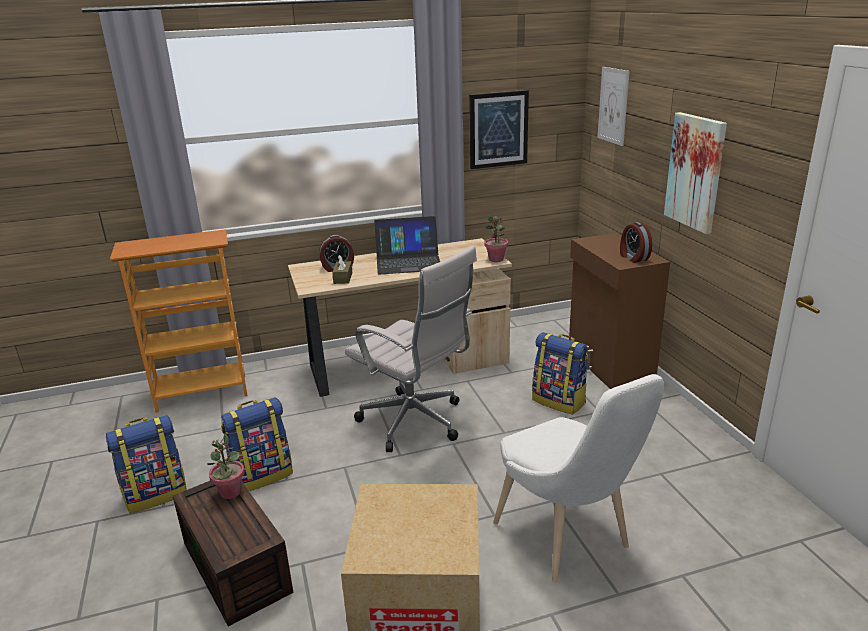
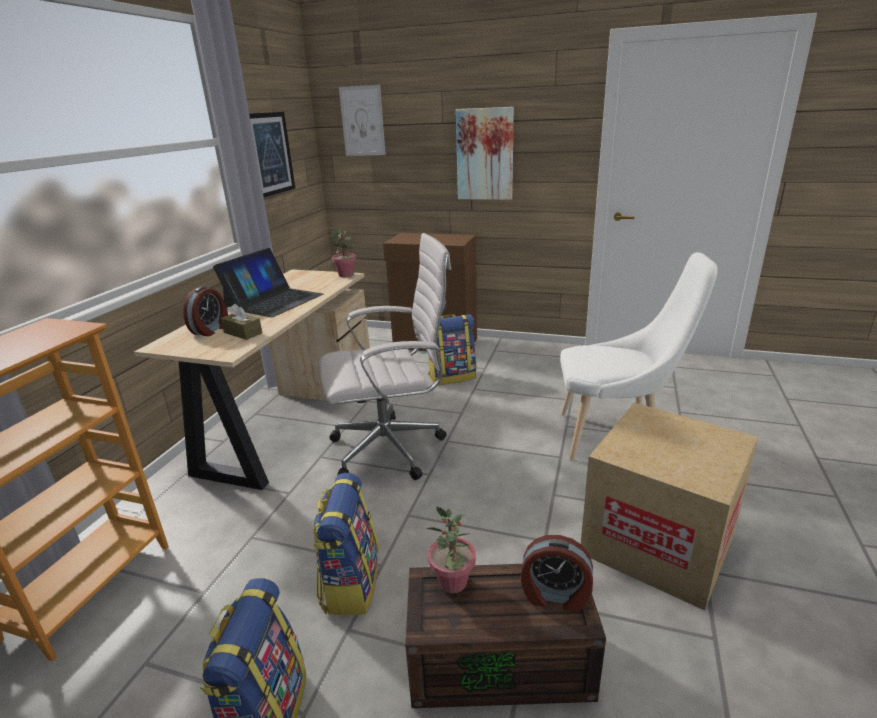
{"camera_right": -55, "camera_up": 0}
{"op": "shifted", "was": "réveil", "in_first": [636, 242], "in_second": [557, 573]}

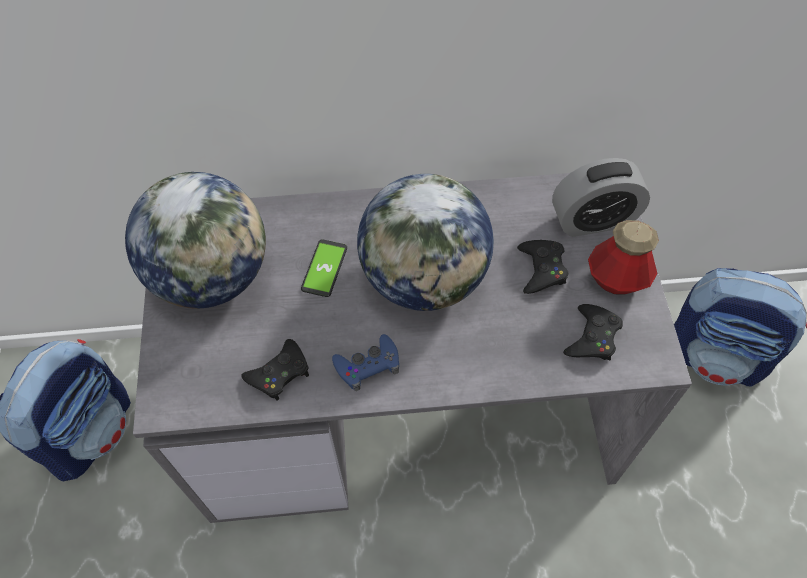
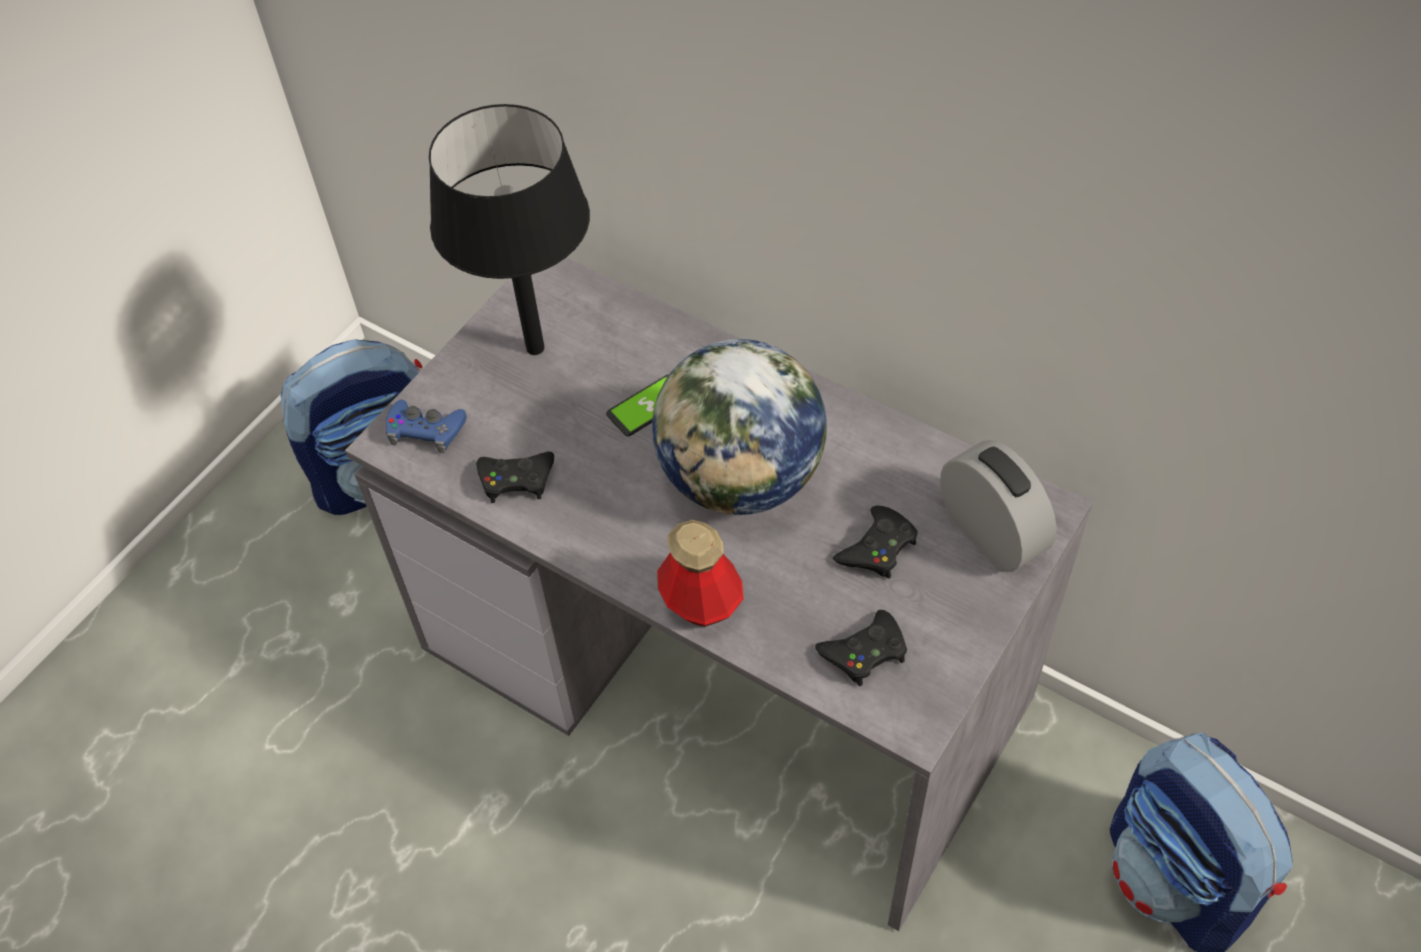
{"camera_right": 40, "camera_up": -5}
{"op": "swapped", "was": "globe", "now": "lampe de table [noir]", "in_first": [195, 240], "in_second": [509, 229]}
{"op": "shifted", "was": "manette [bleu]", "in_first": [365, 362], "in_second": [426, 426]}
{"op": "rotated", "was": "réveil", "in_first": [601, 197], "in_second": [998, 506], "clockwise": -150}
{"op": "shifted", "was": "bouteille", "in_first": [623, 257], "in_second": [700, 573]}

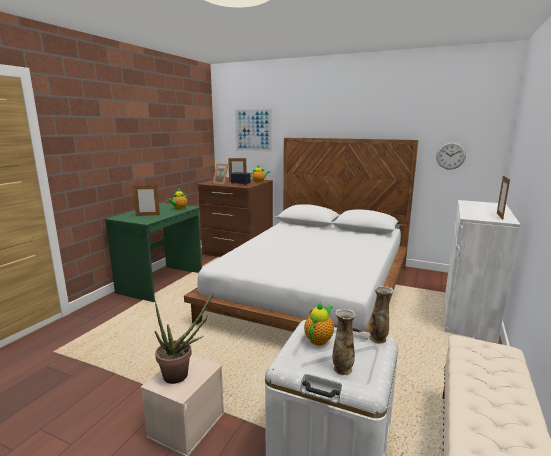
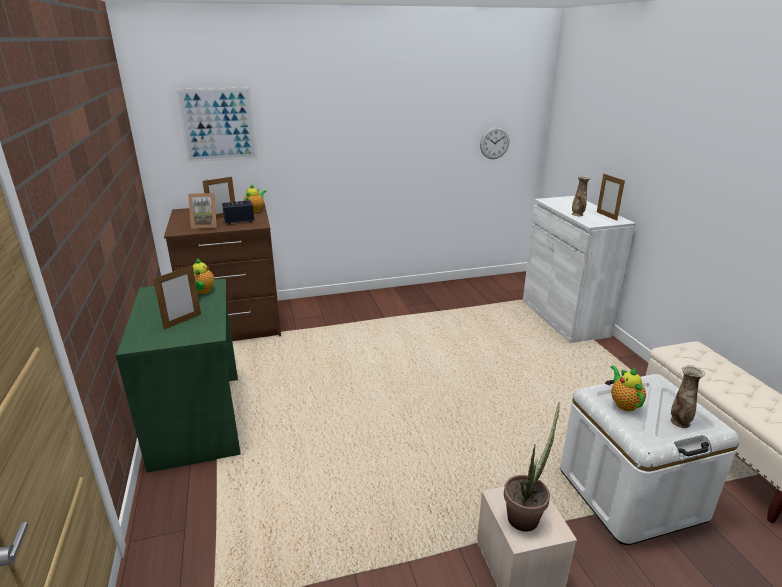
{"camera_right": -40, "camera_up": 10}
{"op": "gone", "was": "lit [blanc]", "in_first": [301, 235]}
{"op": "shifted", "was": "vase", "in_first": [381, 314], "in_second": [581, 196]}

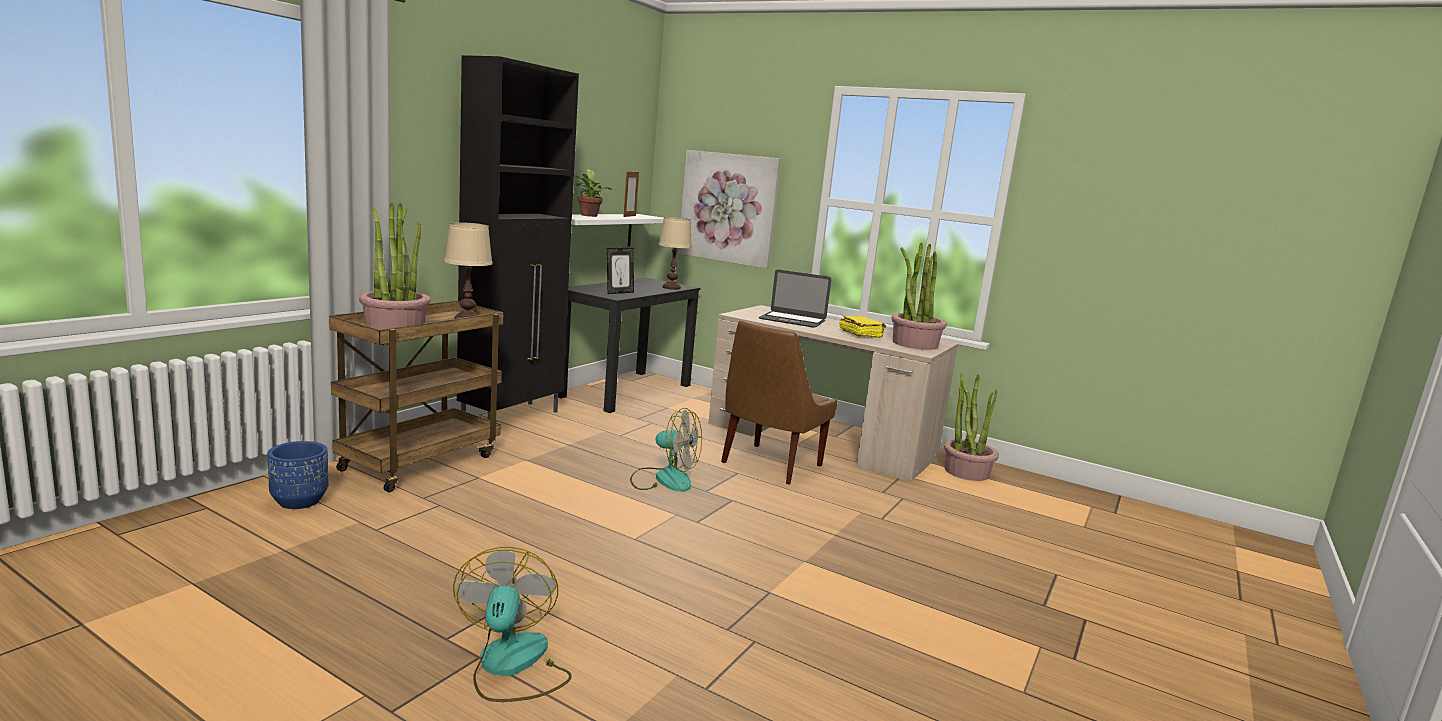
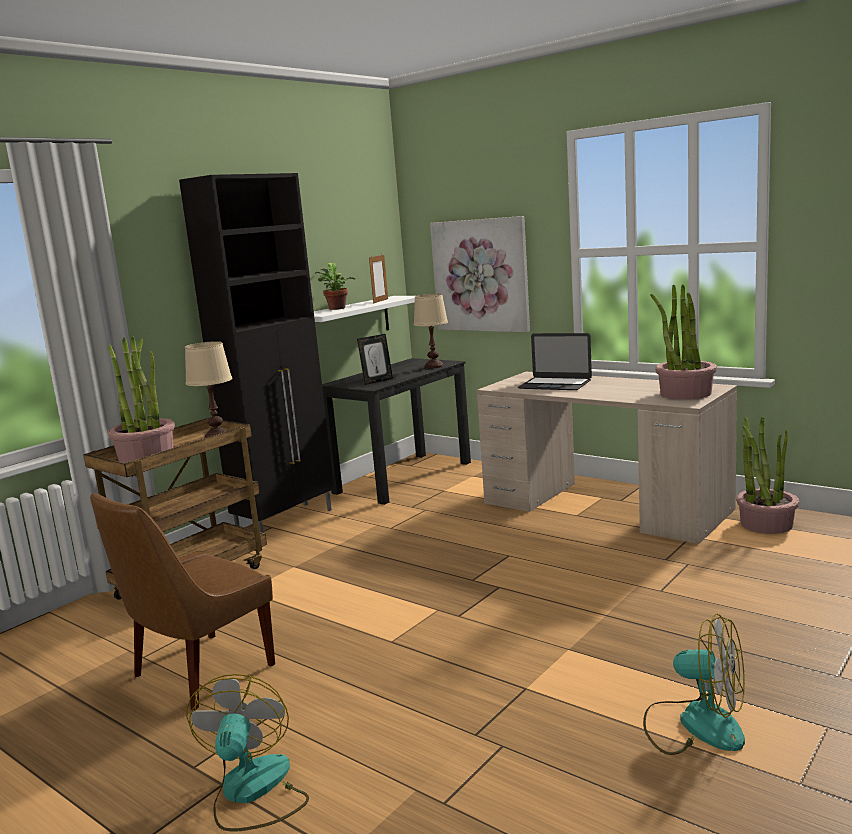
{"camera_right": 10, "camera_up": 0}
{"op": "gone", "was": "cache-pot [bleu]", "in_first": [298, 475]}
{"op": "shifted", "was": "ventilateur", "in_first": [666, 450], "in_second": [694, 684]}
{"op": "shifted", "was": "chaise [marron]", "in_first": [779, 402], "in_second": [182, 601]}
{"op": "gone", "was": "livre [jaune]", "in_first": [863, 326]}

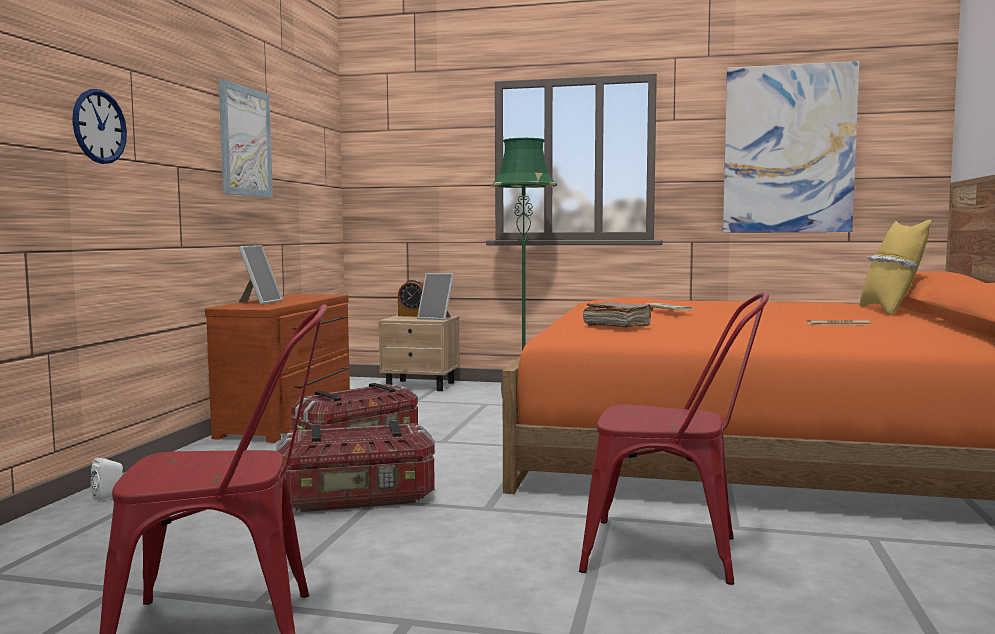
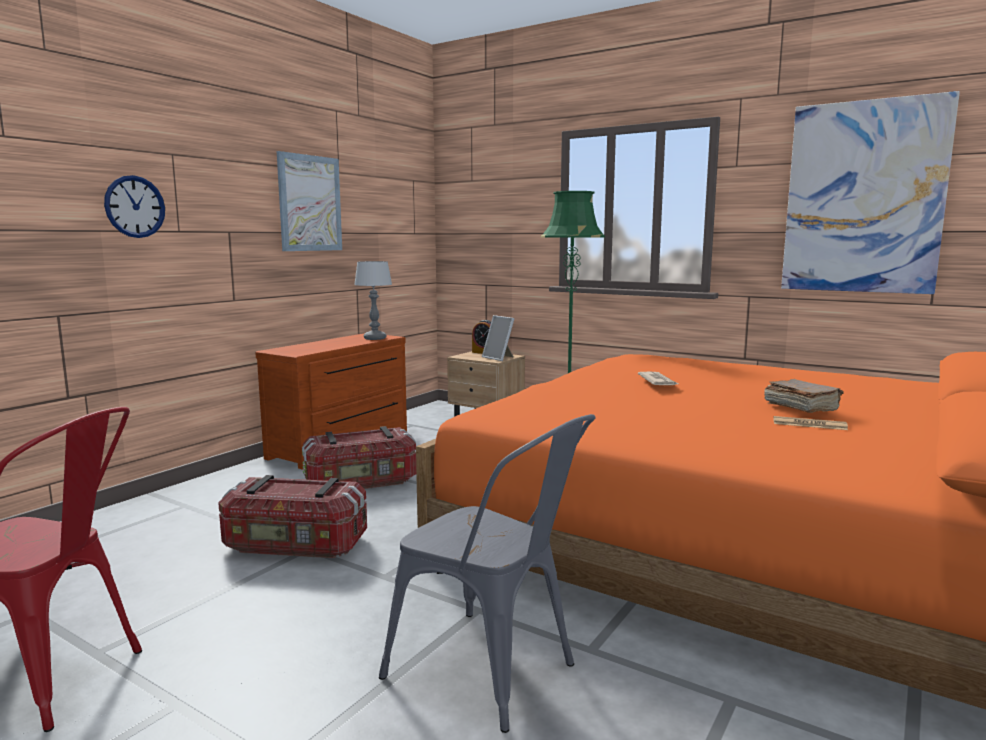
{"camera_right": 20, "camera_up": 5}
{"op": "gone", "was": "enceinte [blanc]", "in_first": [106, 479]}
{"op": "gone", "was": "cadre photo", "in_first": [260, 274]}
{"op": "repainted", "was": "chaise [rouge]", "now": "chaise [gris]", "in_first": [674, 438], "in_second": [487, 573]}
{"op": "shifted", "was": "livre [marron]", "in_first": [618, 315], "in_second": [804, 396]}
{"op": "gone", "was": "coussin [jaune]", "in_first": [896, 267]}
{"op": "new", "now": "lampe de table", "in_second": [373, 300]}

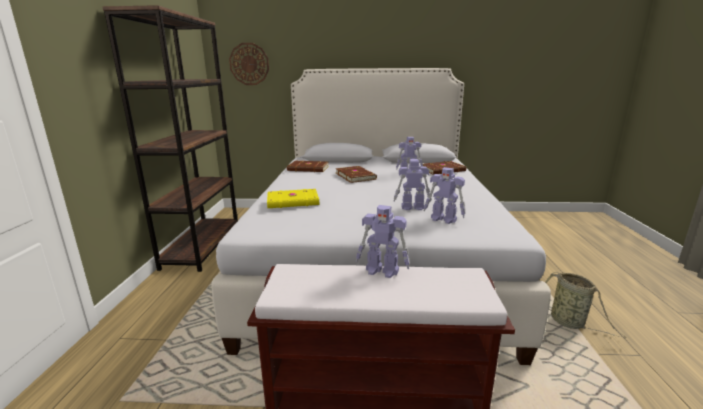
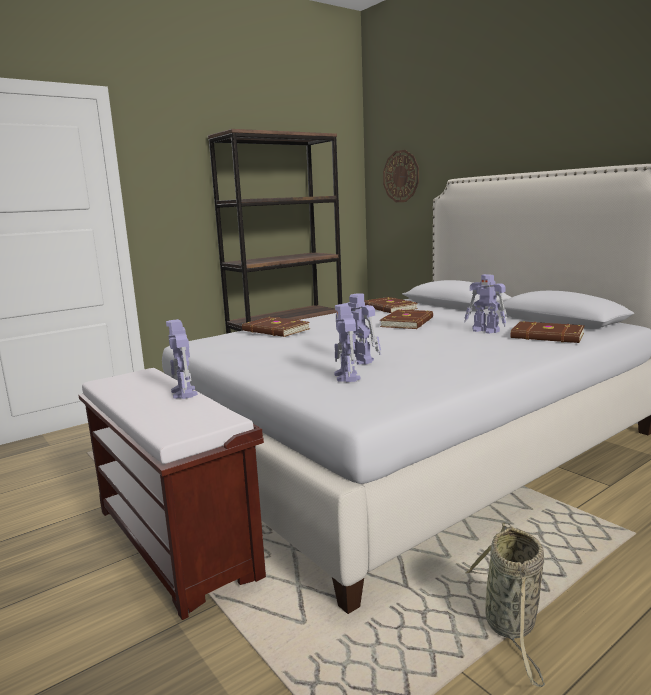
{"camera_right": 50, "camera_up": -5}
{"op": "repainted", "was": "livre [jaune]", "now": "livre [marron]", "in_first": [293, 198], "in_second": [276, 327]}

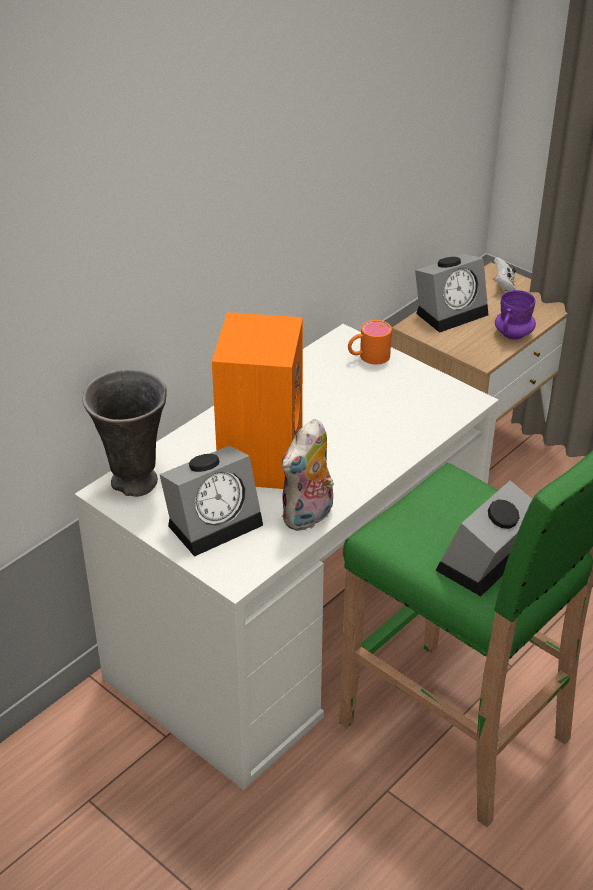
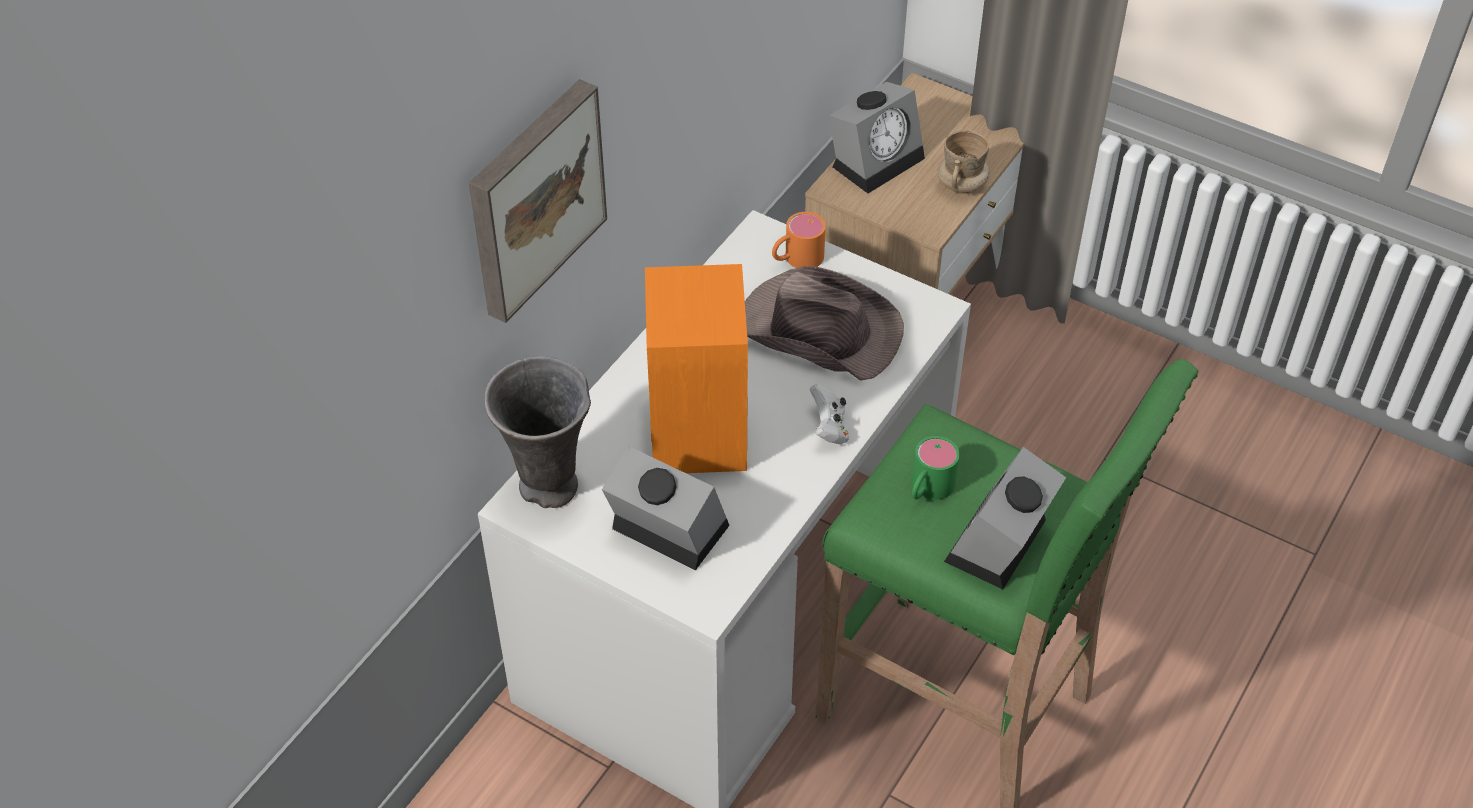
{"camera_right": -10, "camera_up": 10}
{"op": "rotated", "was": "réveil", "in_first": [211, 501], "in_second": [665, 508], "clockwise": -105}
{"op": "gone", "was": "peluche", "in_first": [308, 475]}
{"op": "shifted", "was": "manette [blanc]", "in_first": [505, 274], "in_second": [829, 414]}
{"op": "repainted", "was": "mug [violet]", "now": "mug [beige]", "in_first": [515, 315], "in_second": [963, 162]}
{"op": "new", "now": "tableau", "in_second": [538, 201]}
{"op": "new", "now": "chapeau [marron]", "in_second": [824, 323]}
{"op": "new", "now": "mug [vert]", "in_second": [936, 468]}

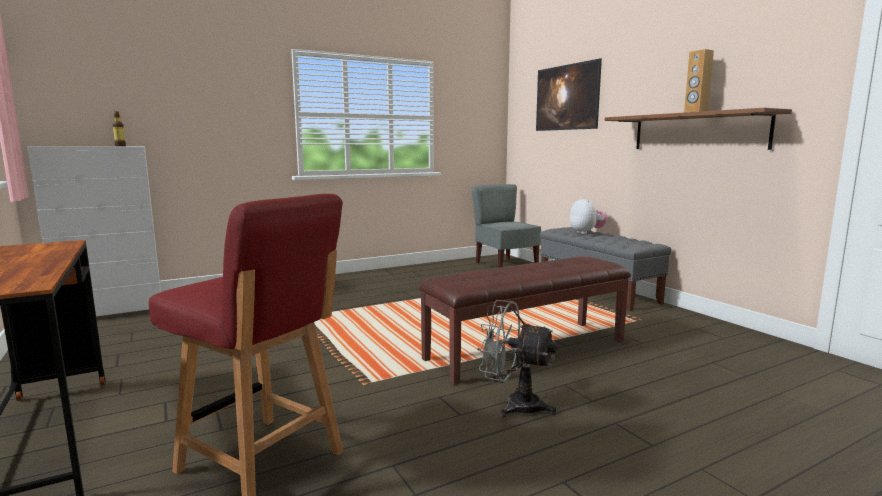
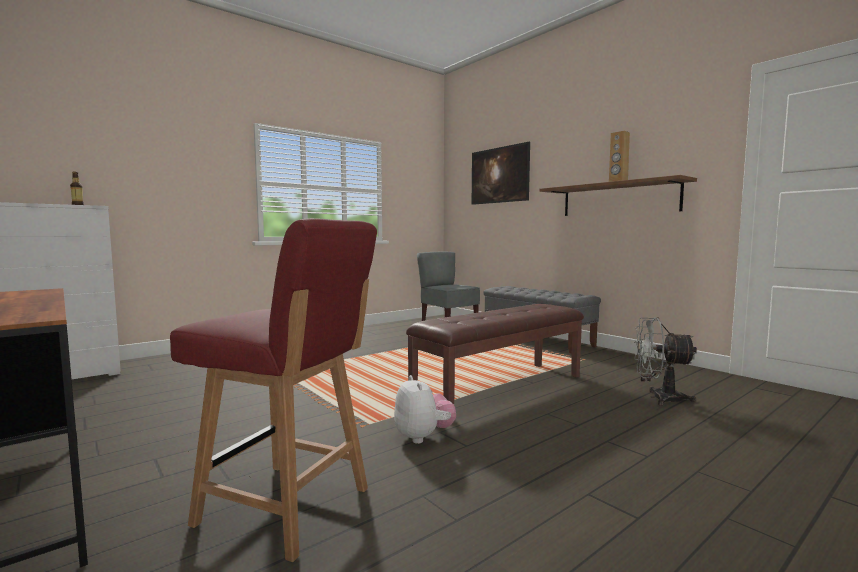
{"camera_right": -10, "camera_up": -5}
{"op": "shifted", "was": "ventilateur [gris]", "in_first": [517, 359], "in_second": [665, 361]}
{"op": "shifted", "was": "peluche", "in_first": [588, 215], "in_second": [425, 409]}

